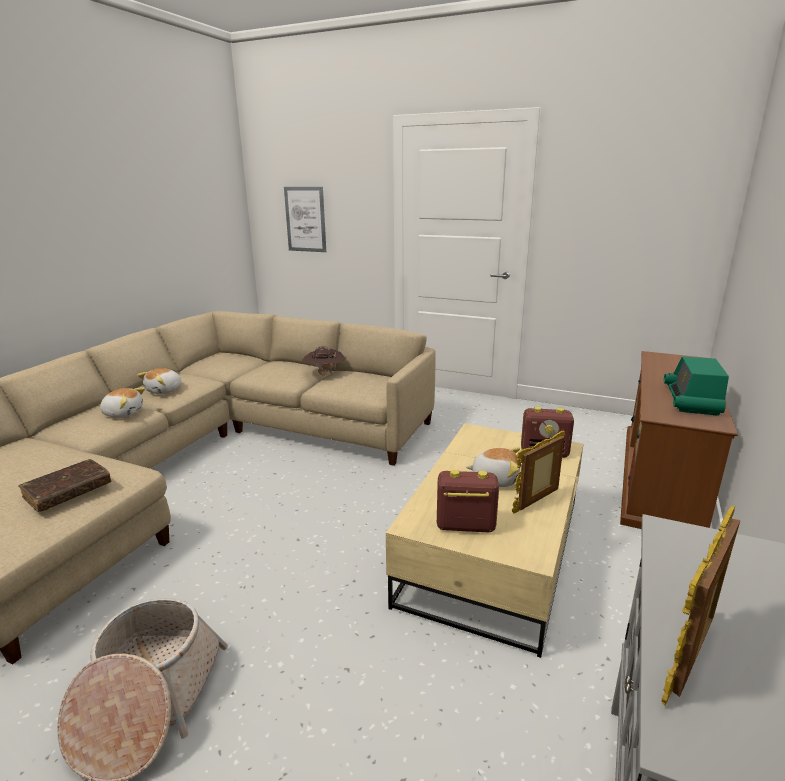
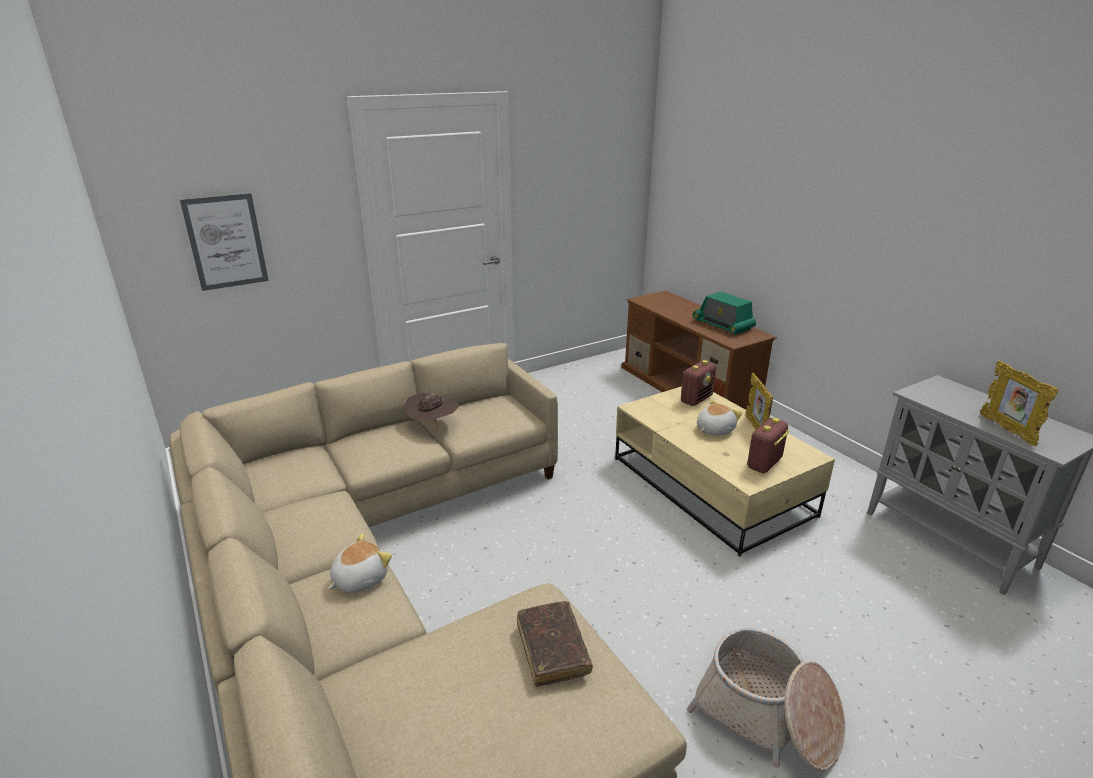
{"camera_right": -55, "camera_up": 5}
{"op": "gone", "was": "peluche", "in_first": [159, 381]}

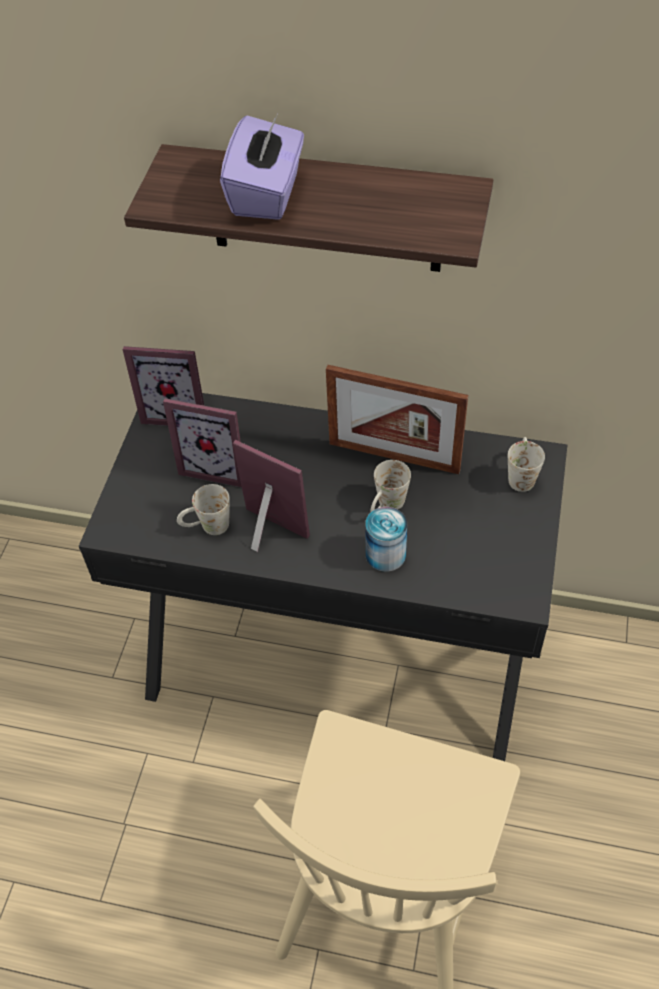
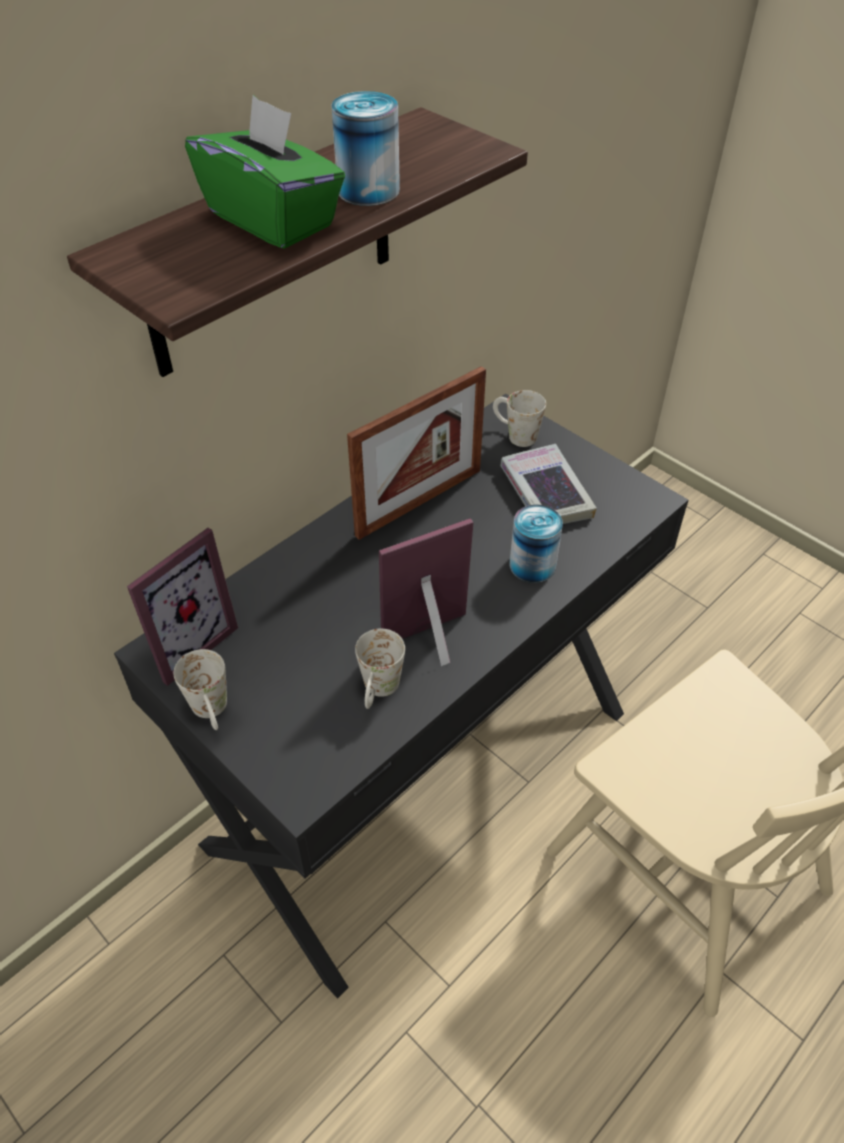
{"camera_right": -60, "camera_up": -5}
{"op": "gone", "was": "cadre photo", "in_first": [202, 442]}
{"op": "repainted", "was": "boîte à mouchoirs [violet]", "now": "boîte à mouchoirs [vert]", "in_first": [262, 167], "in_second": [265, 172]}
{"op": "shifted", "was": "mug [blanc]", "in_first": [391, 486], "in_second": [200, 689]}
{"op": "new", "now": "boîte métallique", "in_second": [365, 148]}
{"op": "new", "now": "livre", "in_second": [548, 484]}

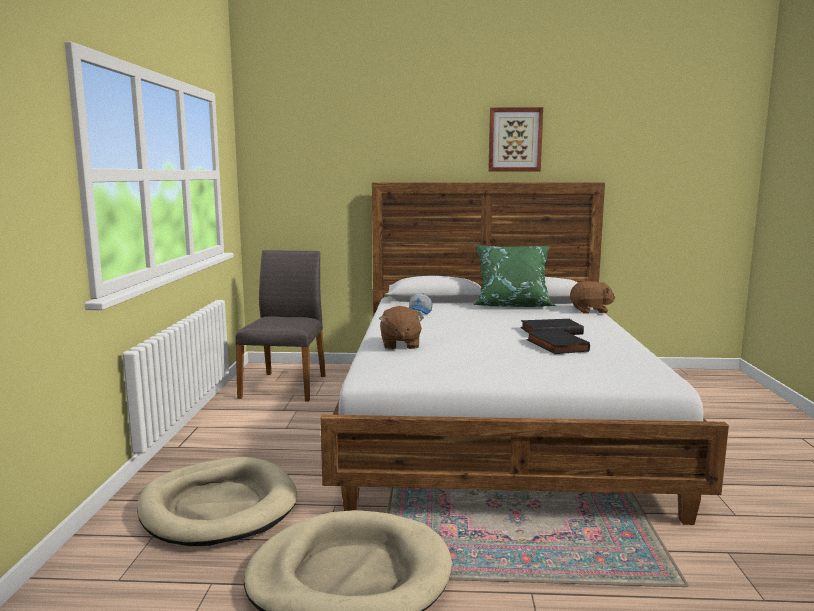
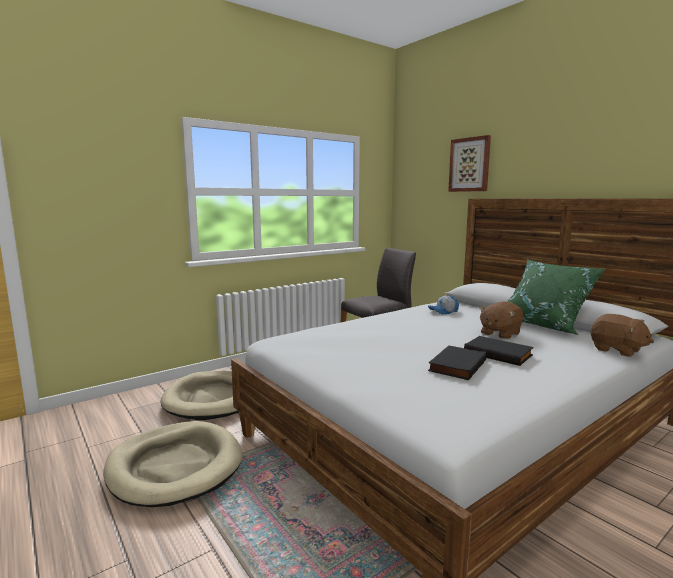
{"camera_right": 50, "camera_up": 0}
{"op": "shifted", "was": "peluche [marron]", "in_first": [401, 328], "in_second": [501, 320]}
{"op": "shifted", "was": "tableau", "in_first": [515, 139], "in_second": [469, 163]}

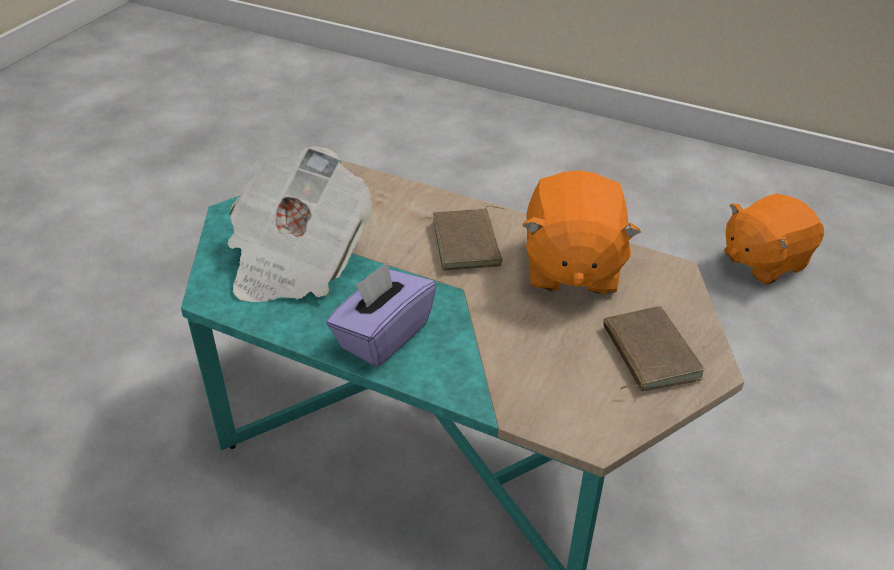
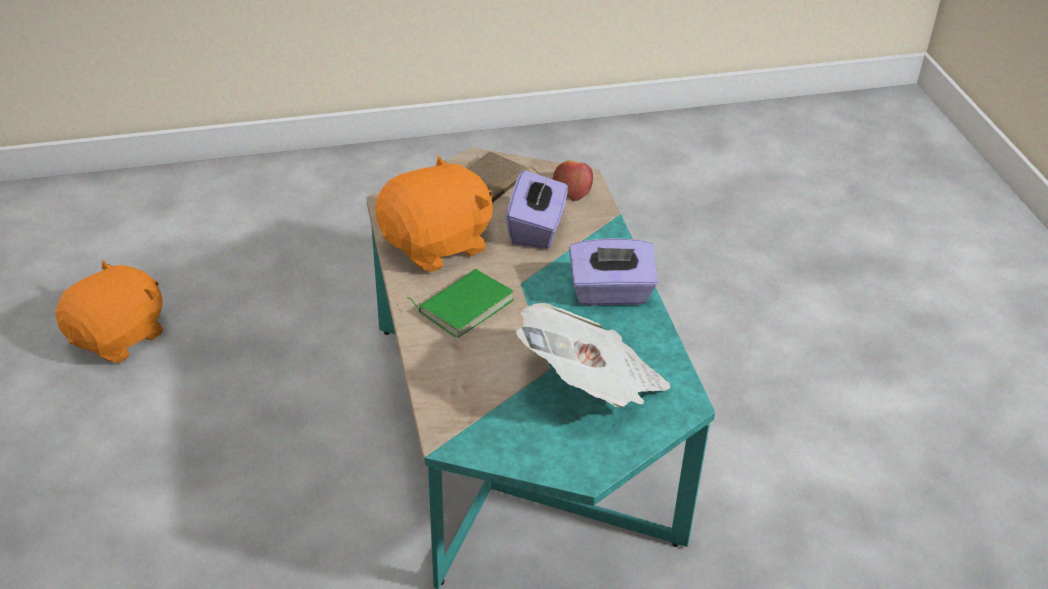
{"camera_right": -130, "camera_up": 0}
{"op": "repainted", "was": "livre [marron]", "now": "livre [vert]", "in_first": [469, 237], "in_second": [460, 303]}
{"op": "rotated", "was": "peluche [orange]", "in_first": [774, 239], "in_second": [109, 311], "clockwise": -75}
{"op": "new", "now": "boîte à mouchoirs [violet]", "in_second": [537, 209]}
{"op": "new", "now": "pomme", "in_second": [573, 180]}

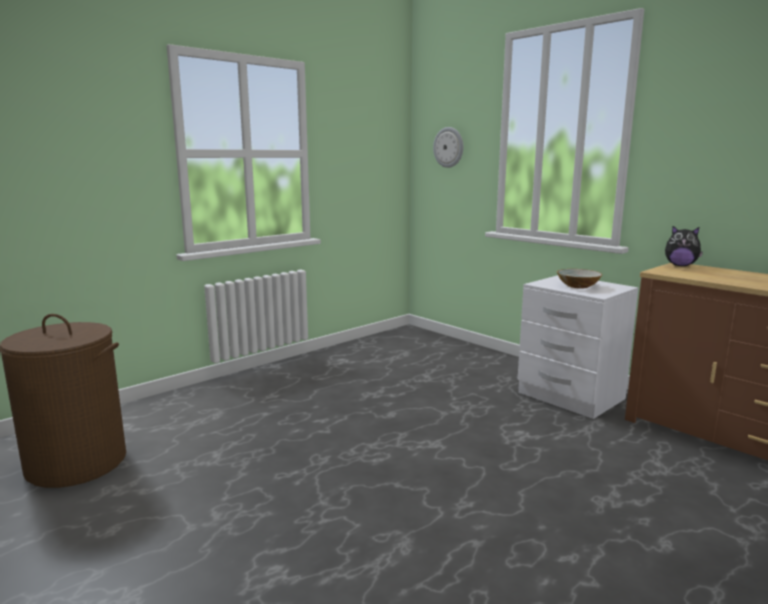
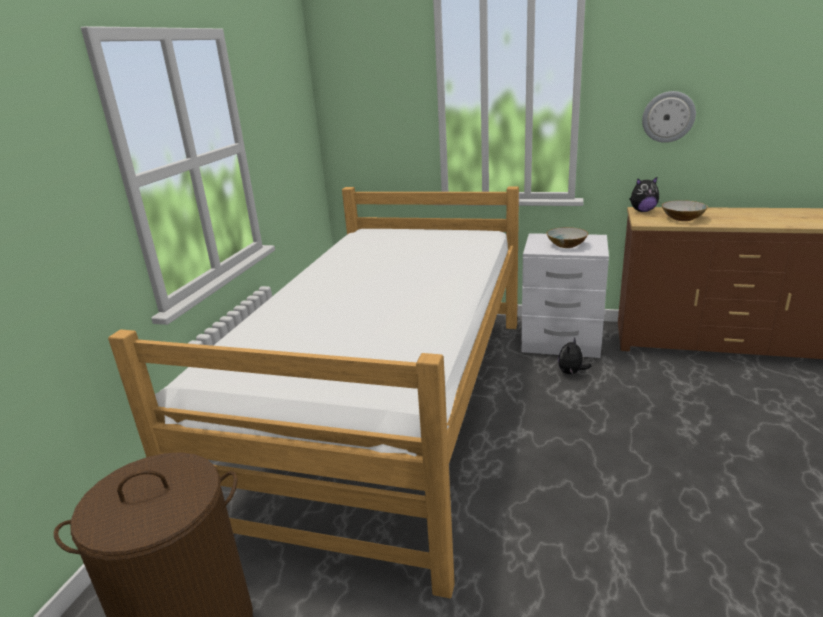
{"camera_right": -30, "camera_up": 10}
{"op": "shifted", "was": "horloge murale", "in_first": [448, 147], "in_second": [669, 117]}
{"op": "new", "now": "lit", "in_second": [313, 392]}
{"op": "new", "now": "peluche", "in_second": [574, 355]}
{"op": "new", "now": "bol", "in_second": [685, 210]}

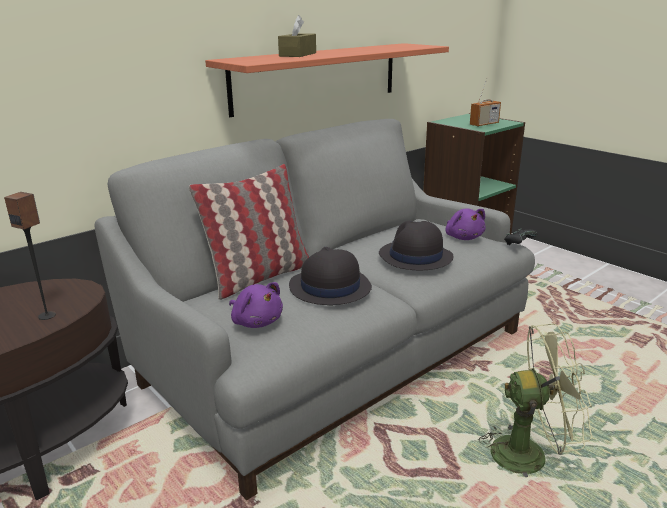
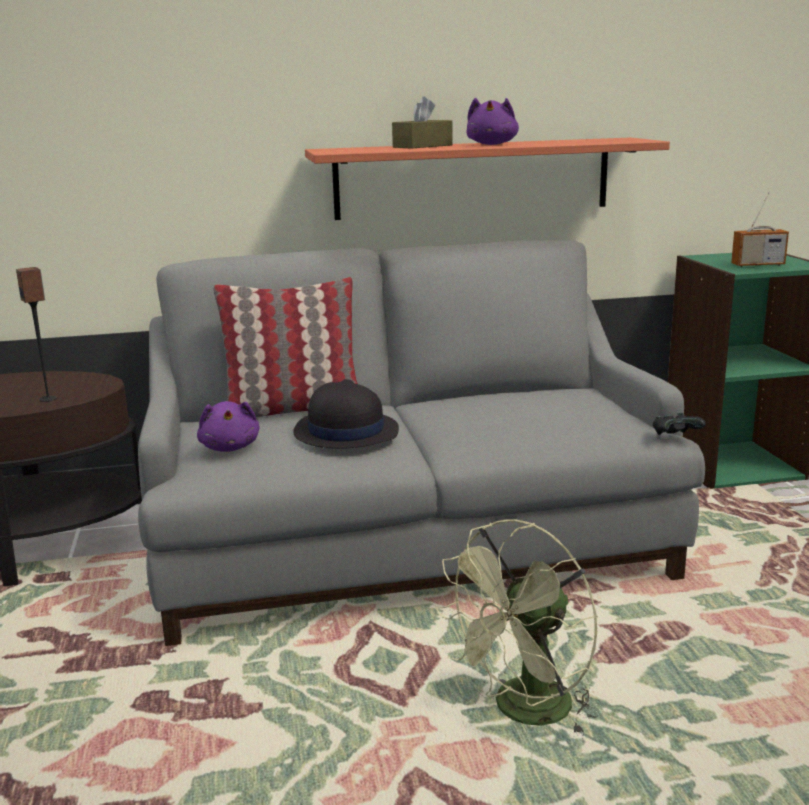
{"camera_right": 30, "camera_up": -5}
{"op": "gone", "was": "chapeau [noir]", "in_first": [416, 245]}
{"op": "shifted", "was": "peluche [violet]", "in_first": [466, 224], "in_second": [492, 121]}
{"op": "rotated", "was": "ventilateur [vert]", "in_first": [533, 400], "in_second": [517, 627], "clockwise": 105}

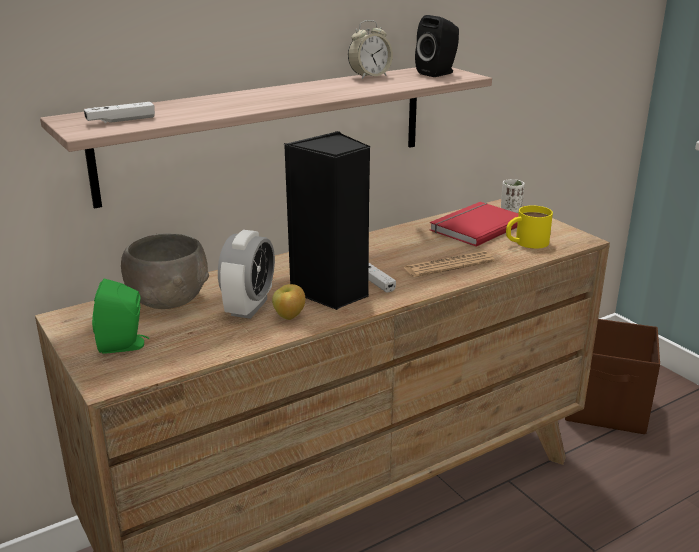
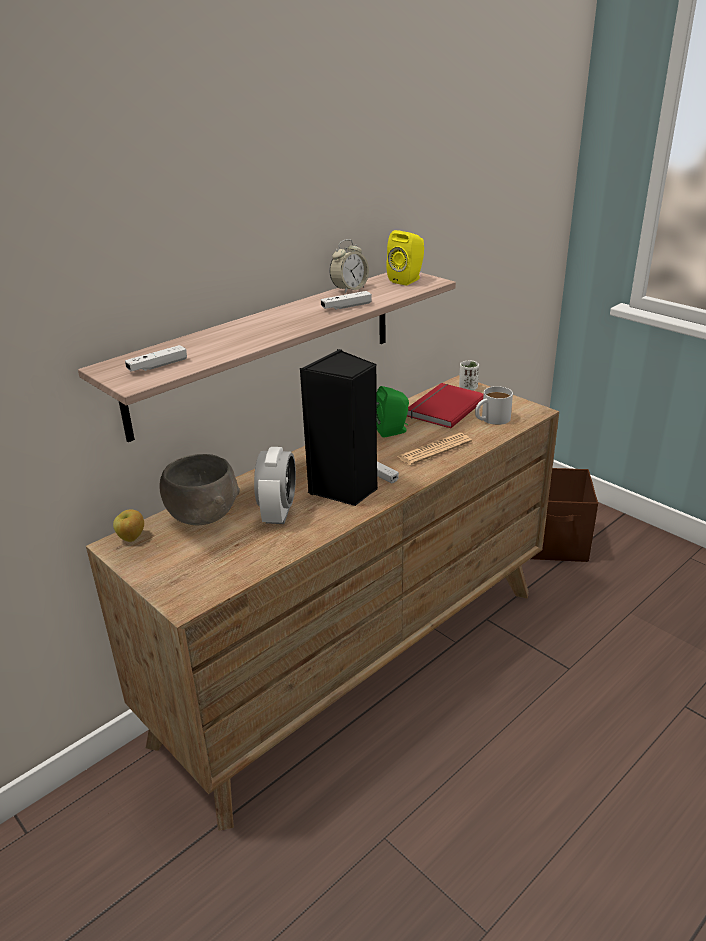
{"camera_right": -10, "camera_up": 5}
{"op": "shifted", "was": "enceinte [vert]", "in_first": [120, 316], "in_second": [392, 412]}
{"op": "shifted", "was": "pomme", "in_first": [288, 302], "in_second": [128, 526]}
{"op": "repainted", "was": "enceinte [noir]", "now": "enceinte [jaune]", "in_first": [437, 46], "in_second": [405, 257]}
{"op": "repainted", "was": "mug [jaune]", "now": "mug [blanc]", "in_first": [529, 227], "in_second": [494, 405]}
{"op": "new", "now": "manette [blanc]", "in_second": [346, 300]}

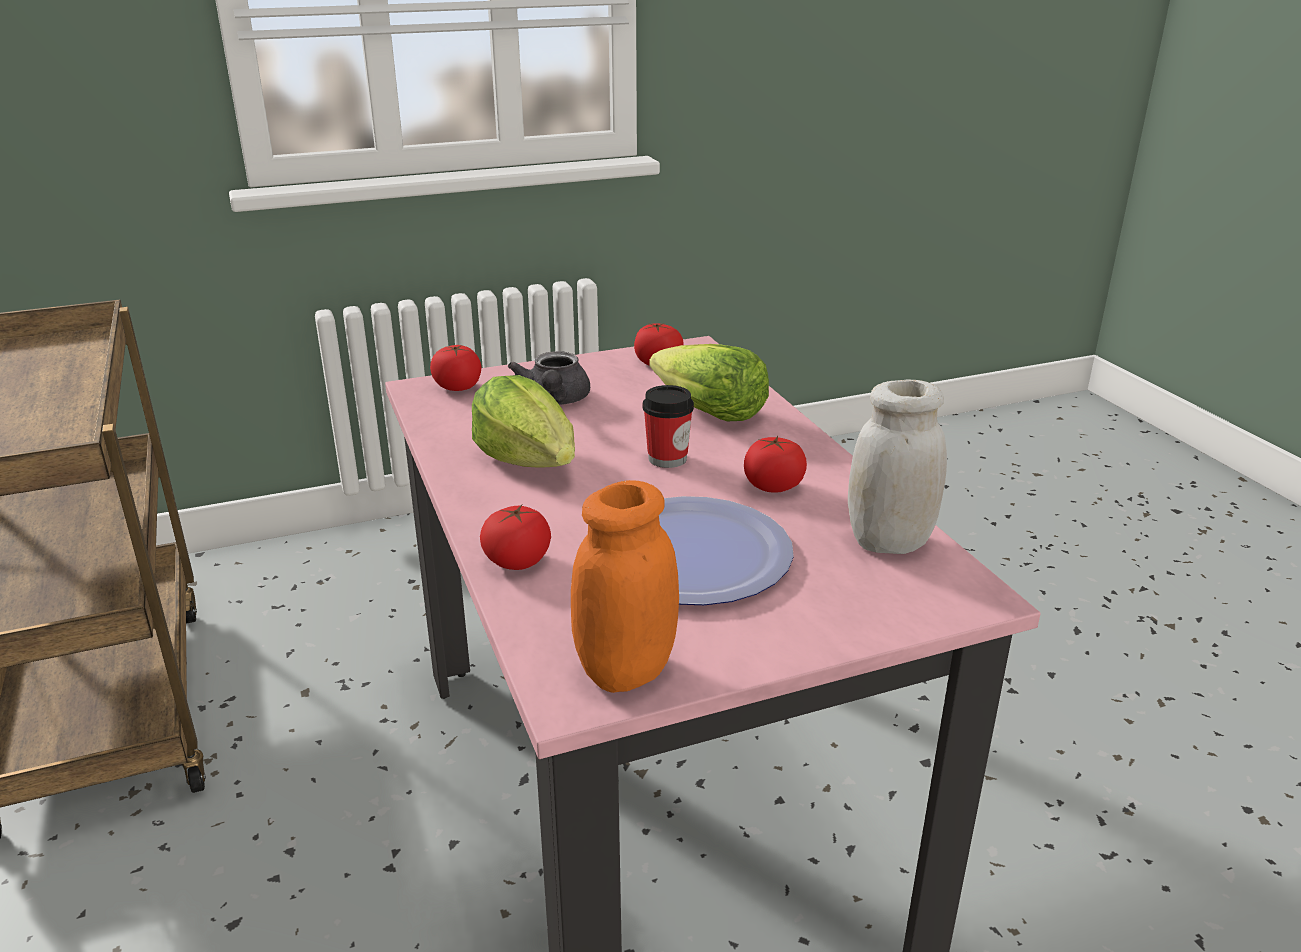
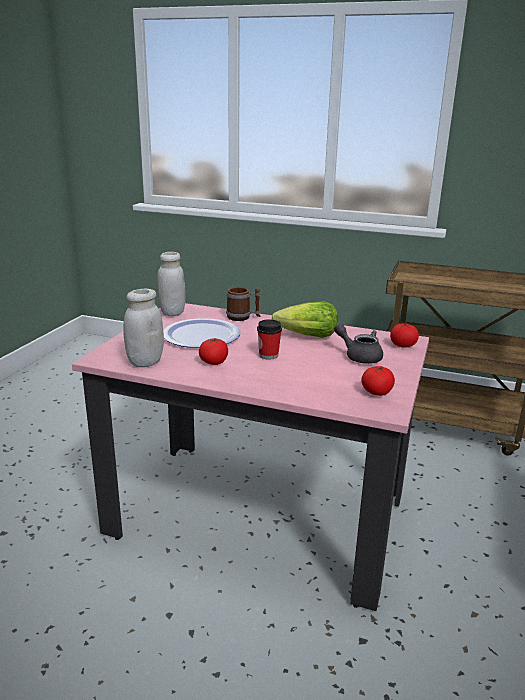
{"camera_right": 130, "camera_up": -5}
{"op": "swapped", "was": "tomate", "now": "mug", "in_first": [515, 537], "in_second": [243, 304]}
{"op": "repainted", "was": "bocal [orange]", "now": "bocal [blanc]", "in_first": [625, 586], "in_second": [171, 284]}
{"op": "gone", "was": "laitue", "in_first": [709, 383]}

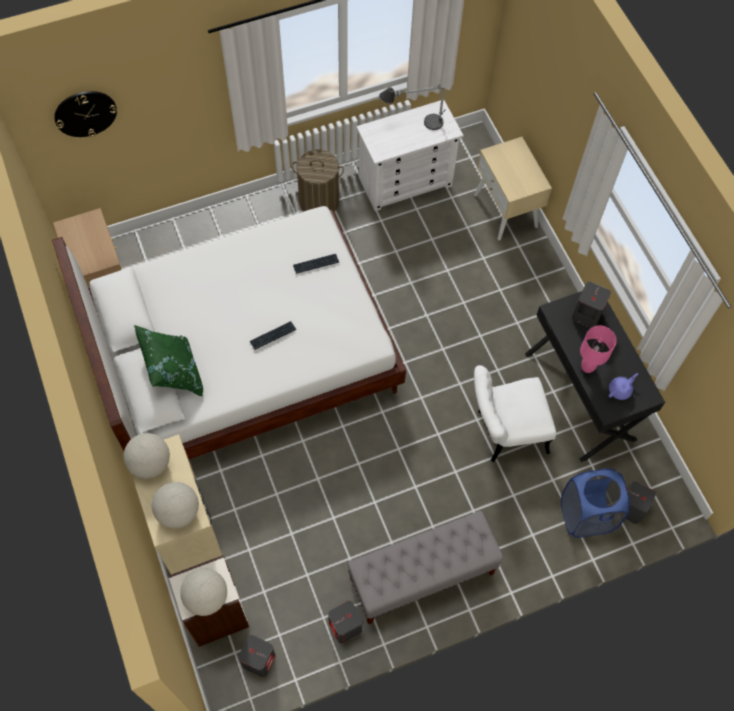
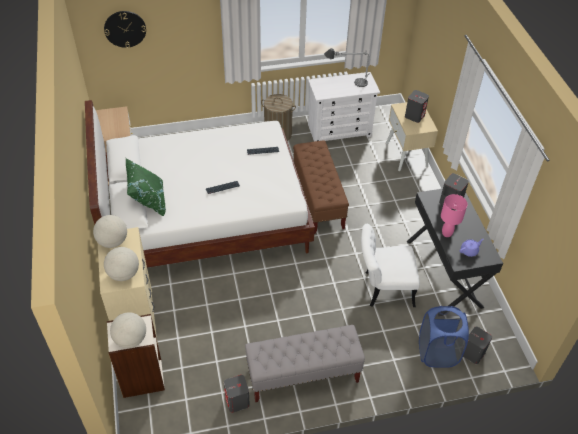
{"camera_right": 10, "camera_up": -15}
{"op": "shifted", "was": "enceinte [gris]", "in_first": [257, 656], "in_second": [417, 106]}
{"op": "new", "now": "banc [marron]", "in_second": [321, 187]}

